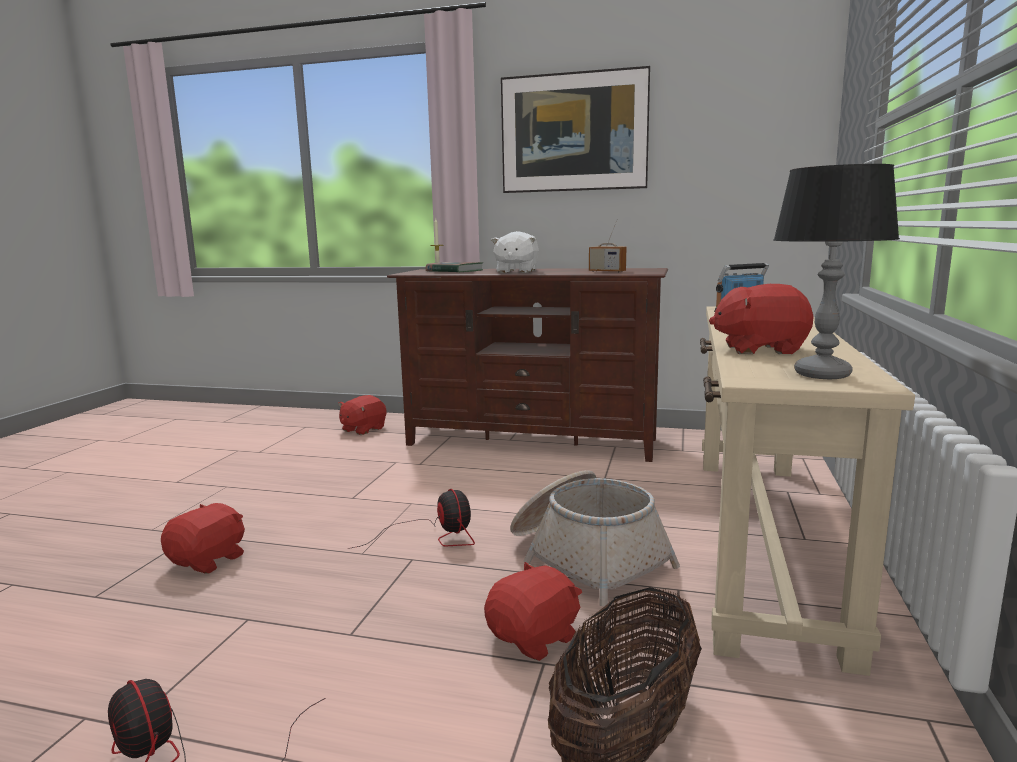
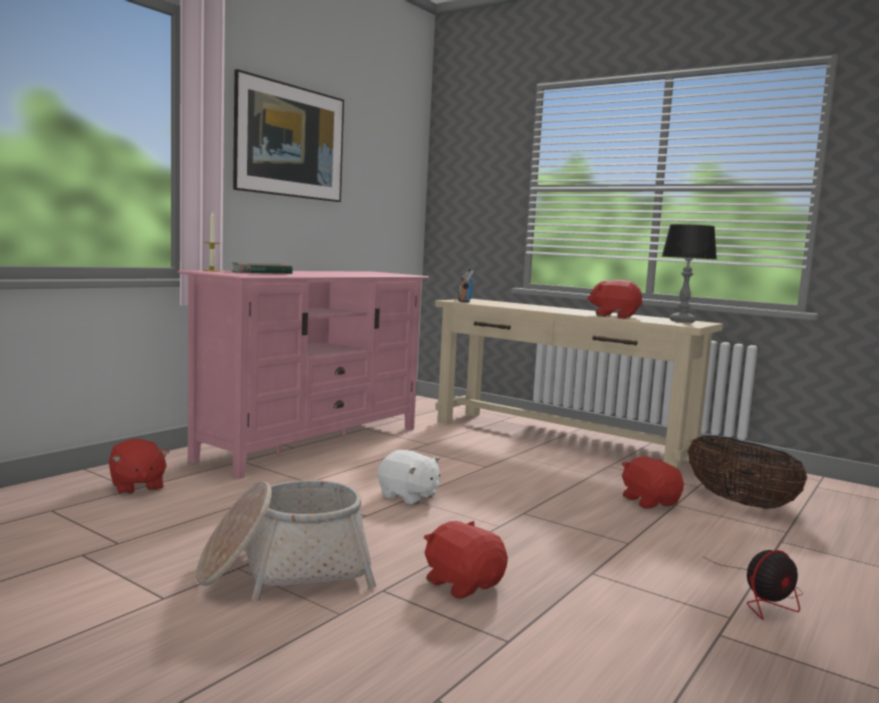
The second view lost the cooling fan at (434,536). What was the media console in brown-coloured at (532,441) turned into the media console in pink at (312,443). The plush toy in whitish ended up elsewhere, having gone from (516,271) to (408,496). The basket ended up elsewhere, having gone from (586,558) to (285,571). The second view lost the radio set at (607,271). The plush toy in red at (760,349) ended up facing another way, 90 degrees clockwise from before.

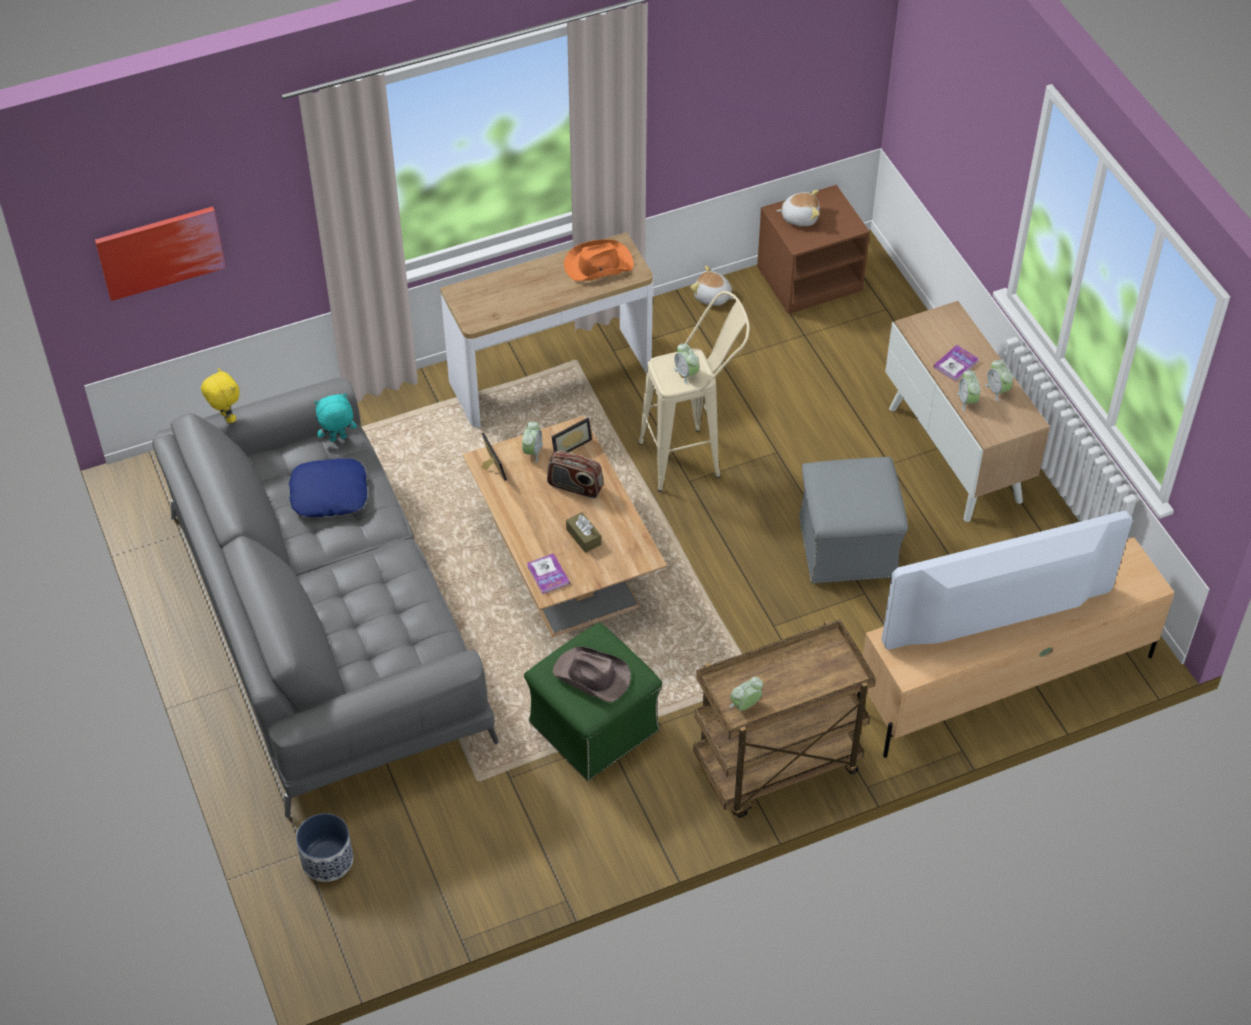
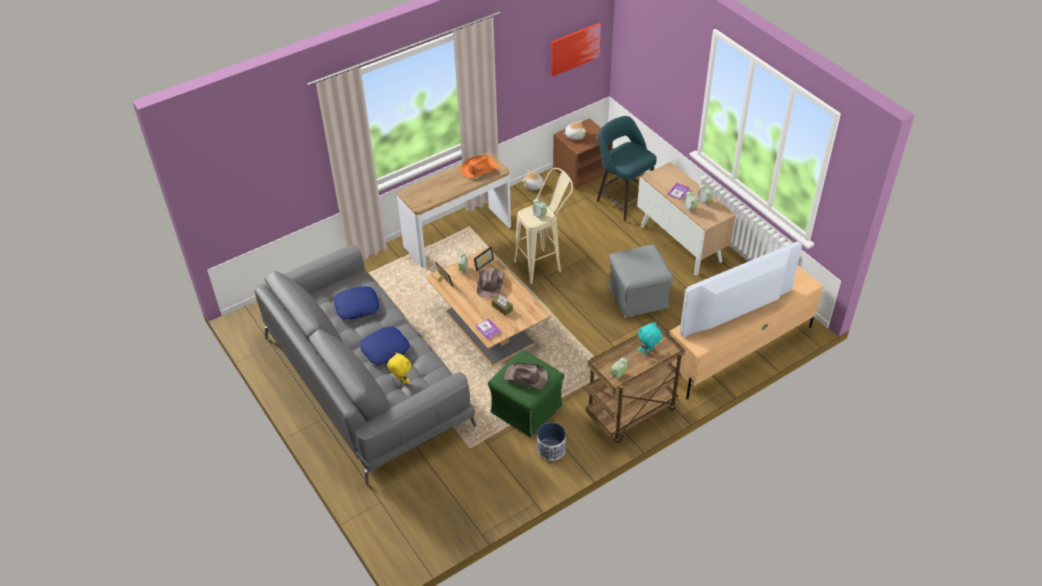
The wall art ended up elsewhere, having gone from (160,252) to (574,48). The plush toy in yellow ended up elsewhere, having gone from (225,418) to (401,381). The flower pot ended up elsewhere, having gone from (327,859) to (551,449). The plush toy in turquoise ended up elsewhere, having gone from (338,439) to (648,351). Where the radio set stood at (575,486), the clothing hat in brown-coloured came to stand at (491,283). The second view gained the pillow in blue-coloured at (385,349). The second view gained the stool seat in turquoise at (623,200).

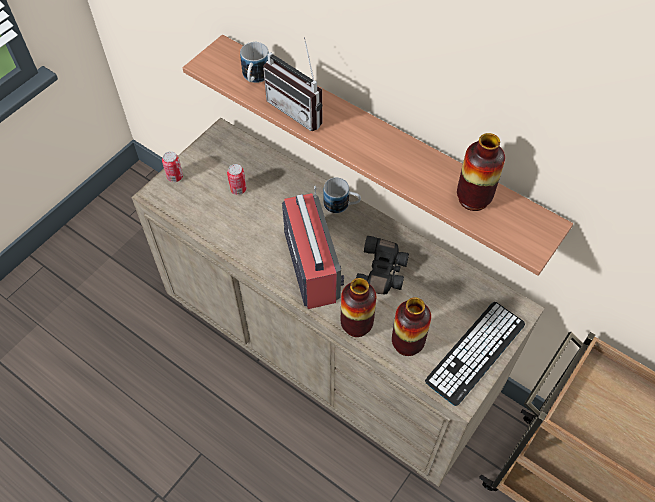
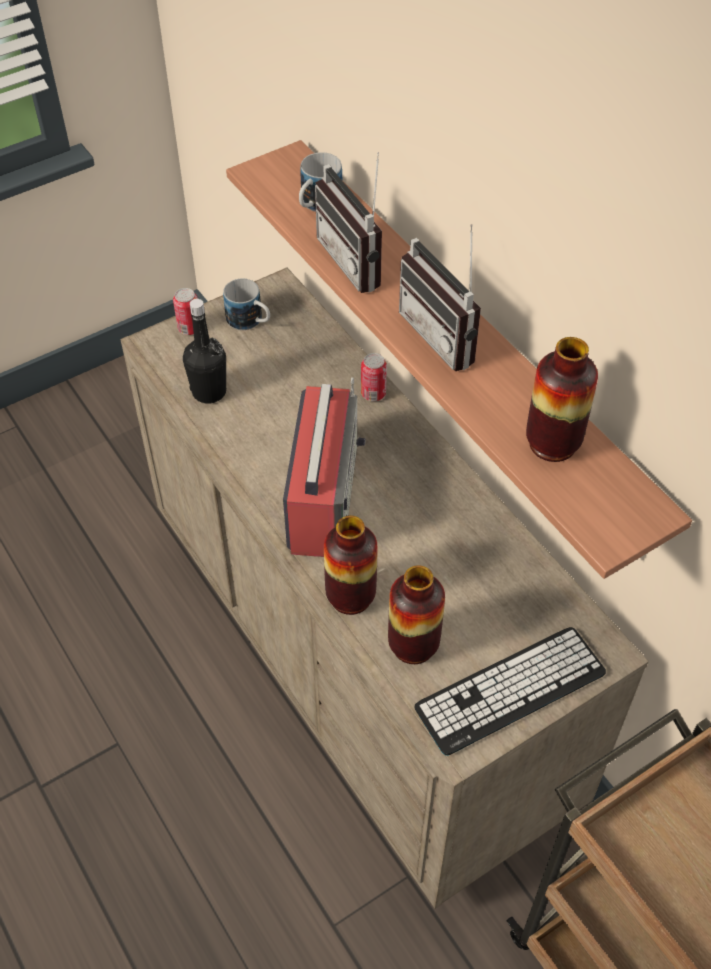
The can ended up elsewhere, having gone from (238,189) to (373,394). The tea mug ended up elsewhere, having gone from (342,205) to (250,322). The second view lost the pair of binoculars in blackish at (382,272). The second view gained the beverage bottle in blackish at (209,392). The second view gained the radio set at (447,335).

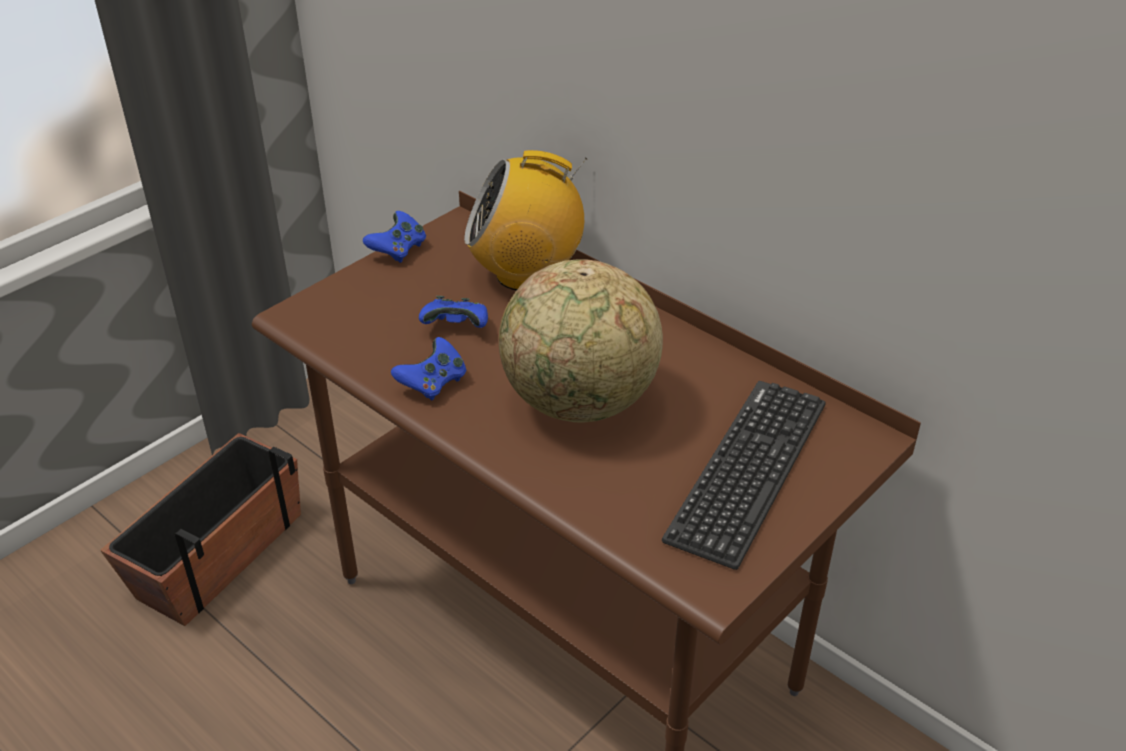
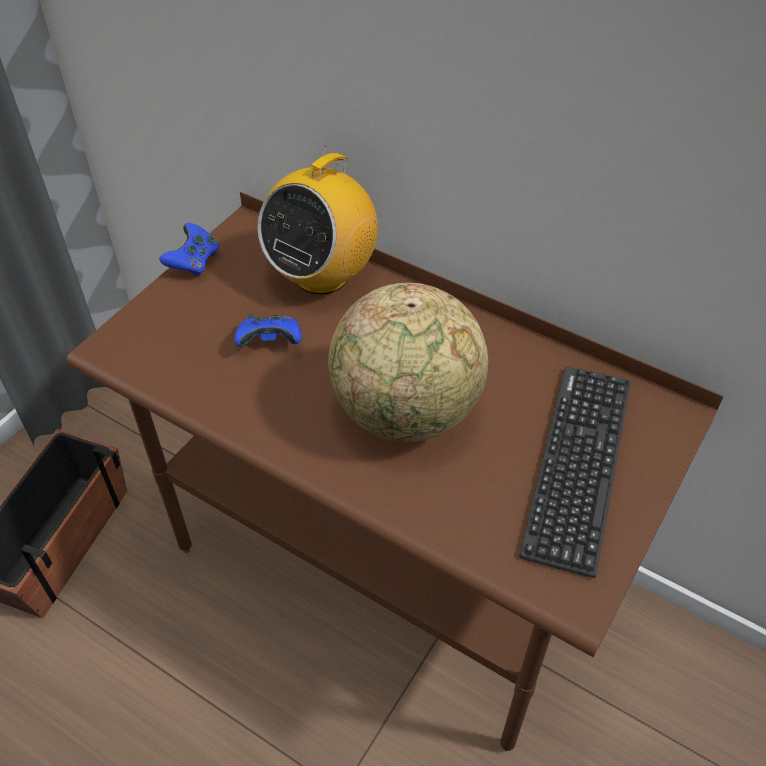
The second view lost the gamepad in blue-coloured at (433,384). The radio set at (525,274) ended up facing another way, 45 degrees counterclockwise from before.

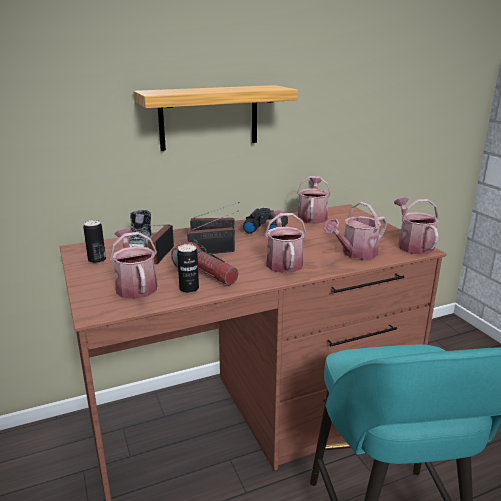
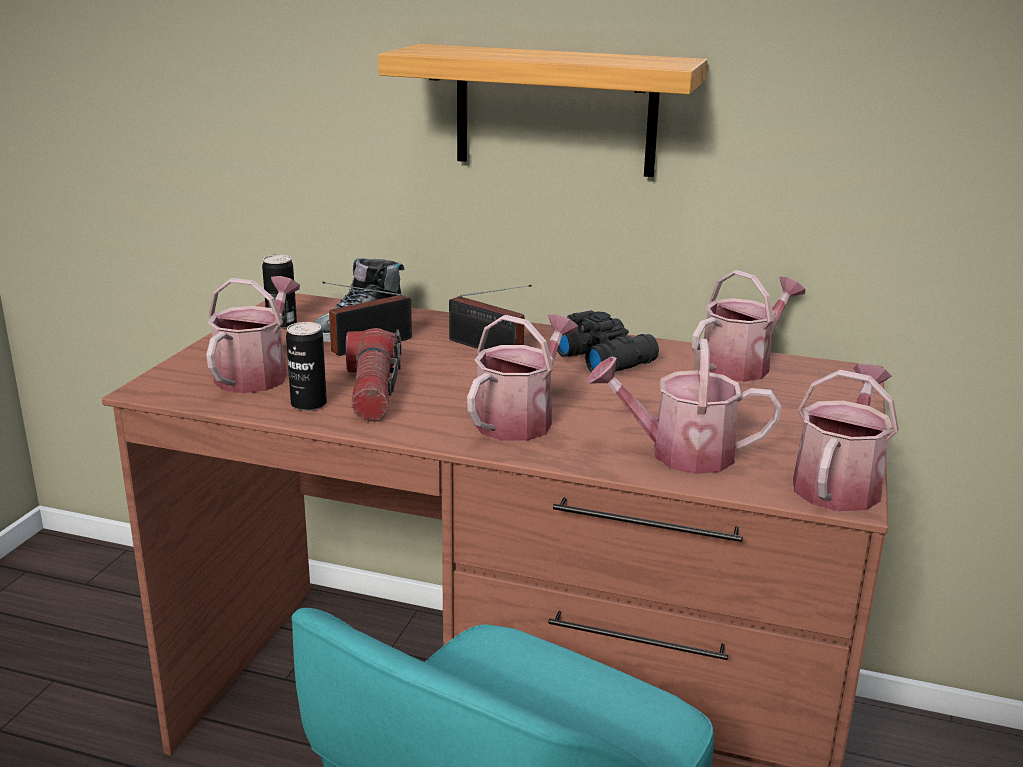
The second view lost the radio set at (214,252).

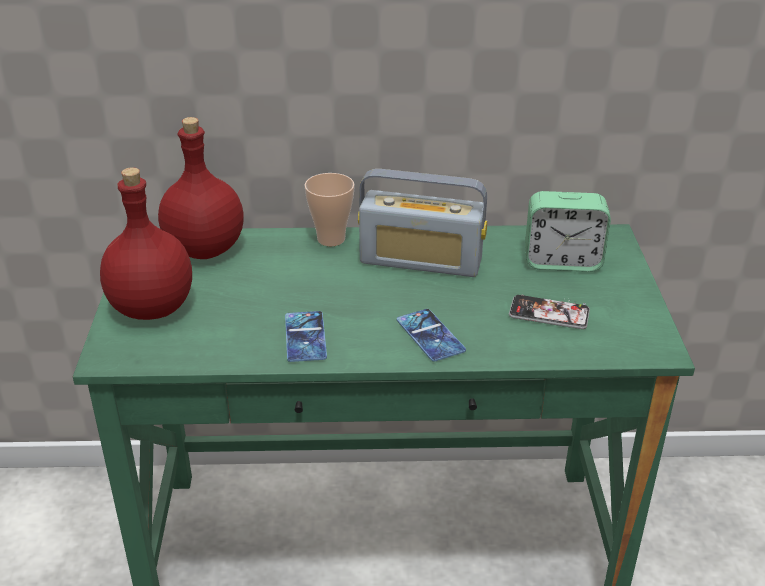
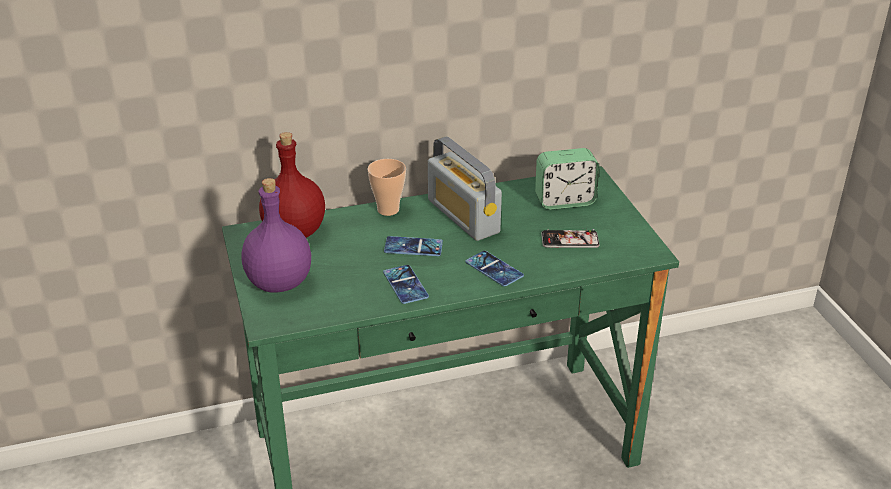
What was the beverage bottle in red at (153,308) turned into the beverage bottle in purple at (280,283). The radio set at (421,261) ended up facing another way, 60 degrees clockwise from before. The second view gained the handset at (413,247).

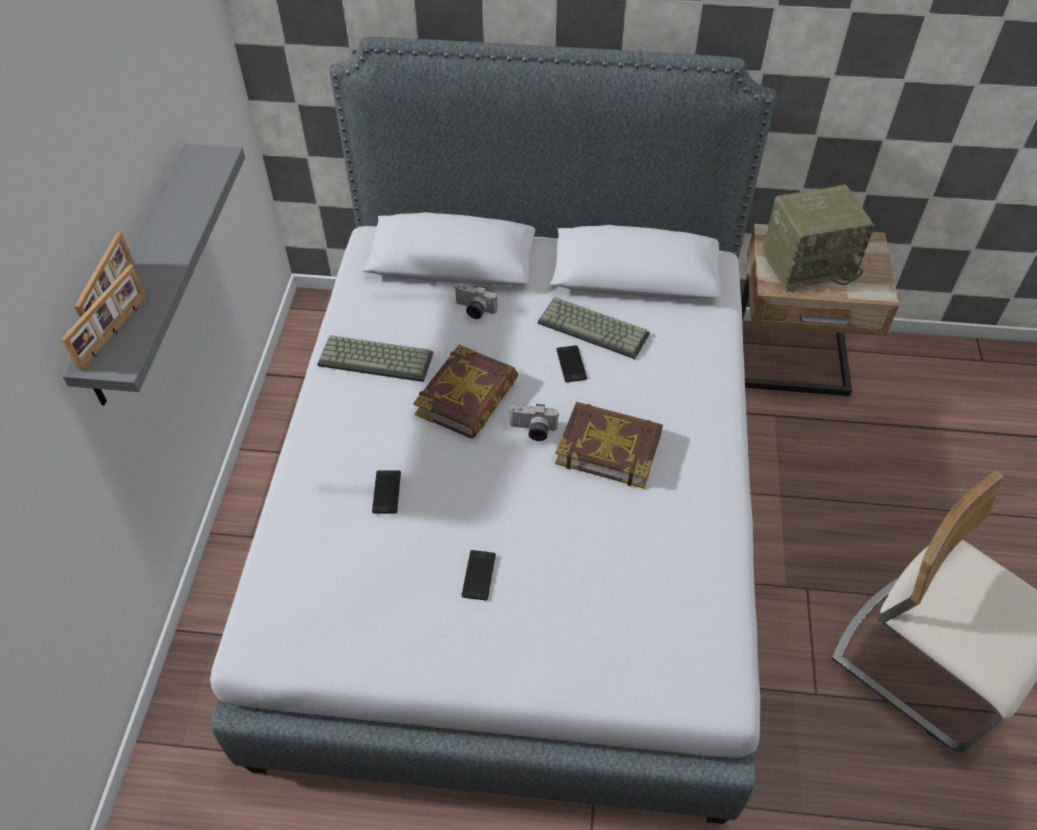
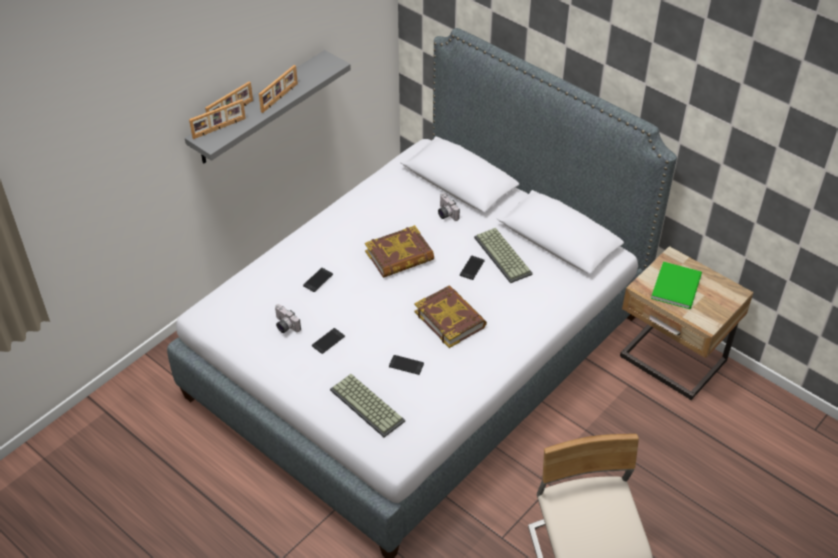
The keyboard ended up elsewhere, having gone from (377,358) to (368,405). The still camera ended up elsewhere, having gone from (532,431) to (284,326). Where the radio set stood at (808,264), the volume in greenish came to stand at (678,286). The second view gained the photo frame at (280,98). The second view gained the handset at (406,365).

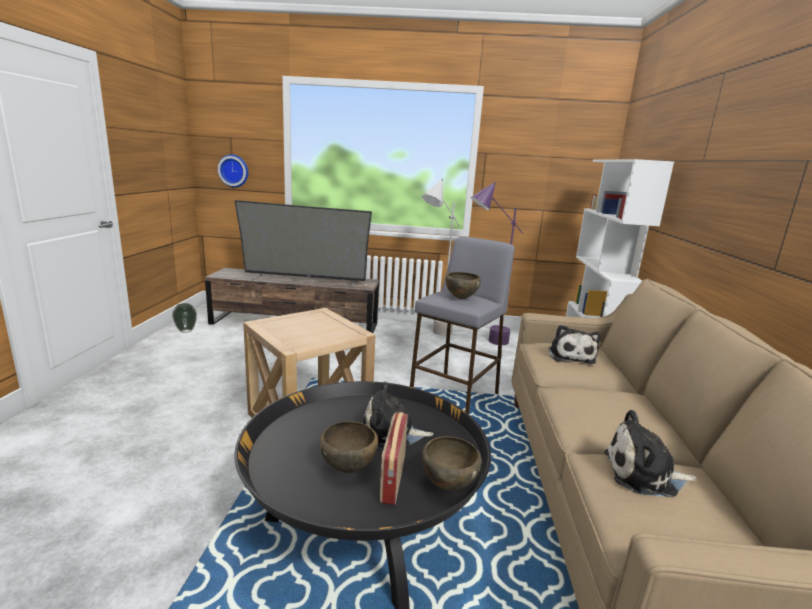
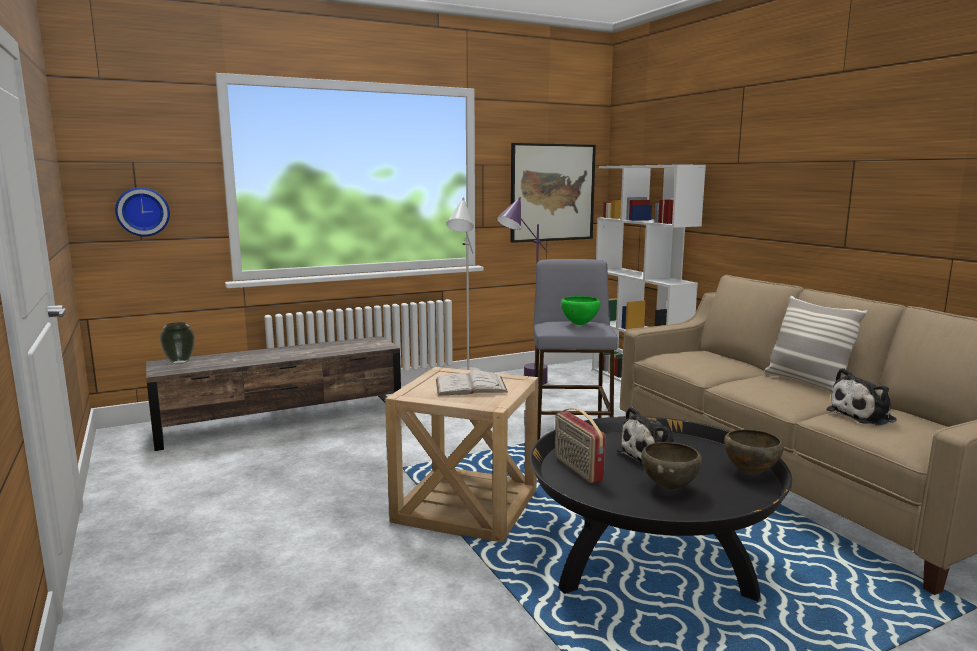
The flower vase ended up elsewhere, having gone from (186,331) to (180,362). The second view lost the TV set at (304,280). The radio set ended up elsewhere, having gone from (392,478) to (577,469). What was the serving bowl in brown-coloured at (460,298) turned into the serving bowl in greenish at (579,324). The second view lost the plush toy at (570,356). The second view gained the volume in whitish at (470,386). The second view gained the wall art at (552,192). The second view gained the pillow at (806,383).

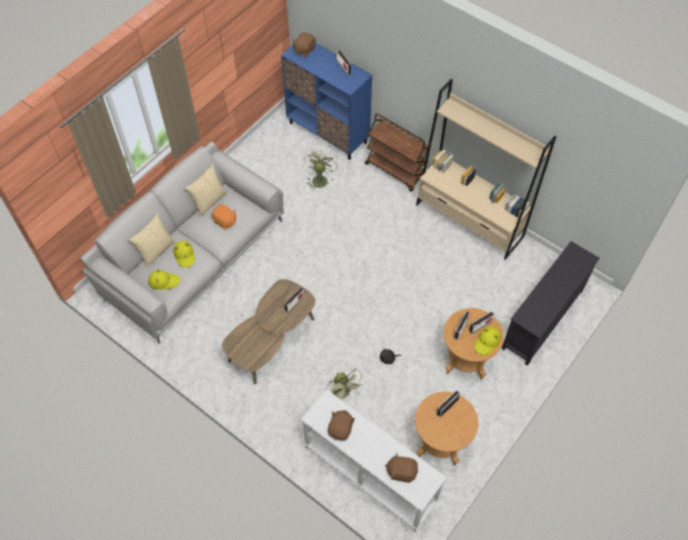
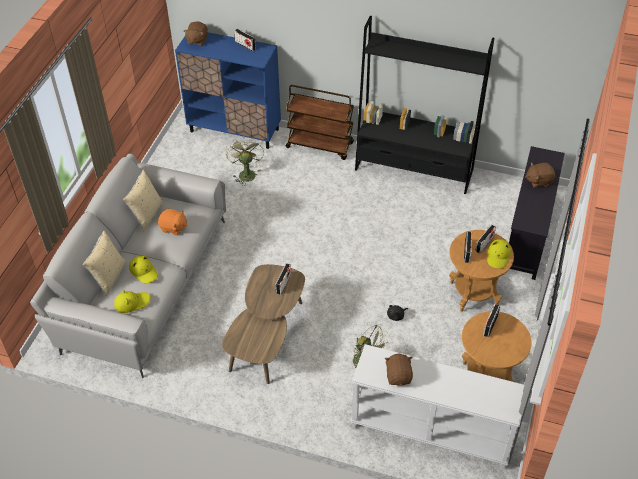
The plush toy in brown-coloured ended up elsewhere, having gone from (401,471) to (538,181). What was the bookcase in beige-coloured at (469,221) turned into the bookcase in blackish at (414,170).

